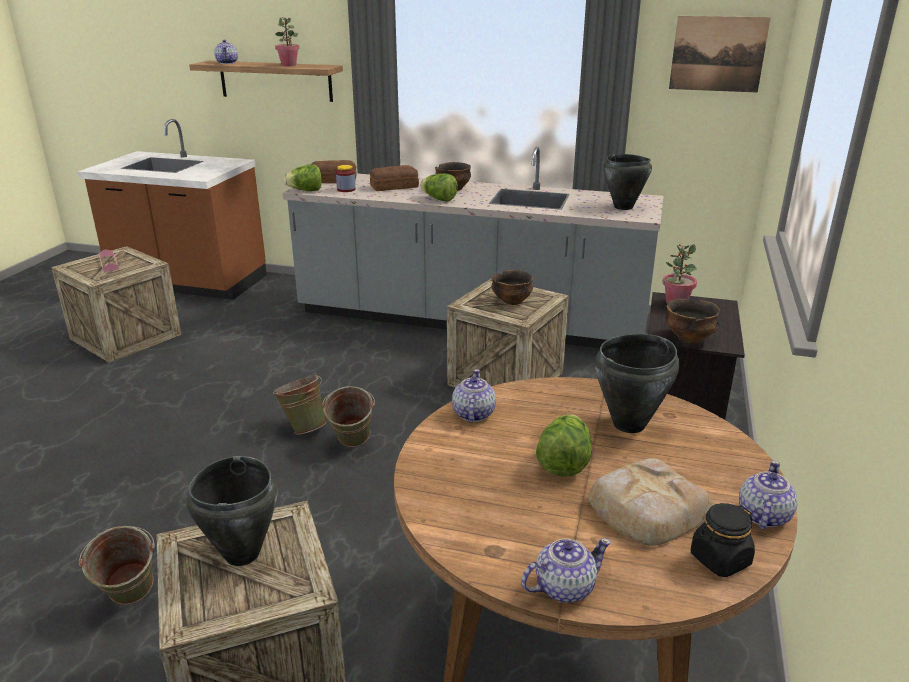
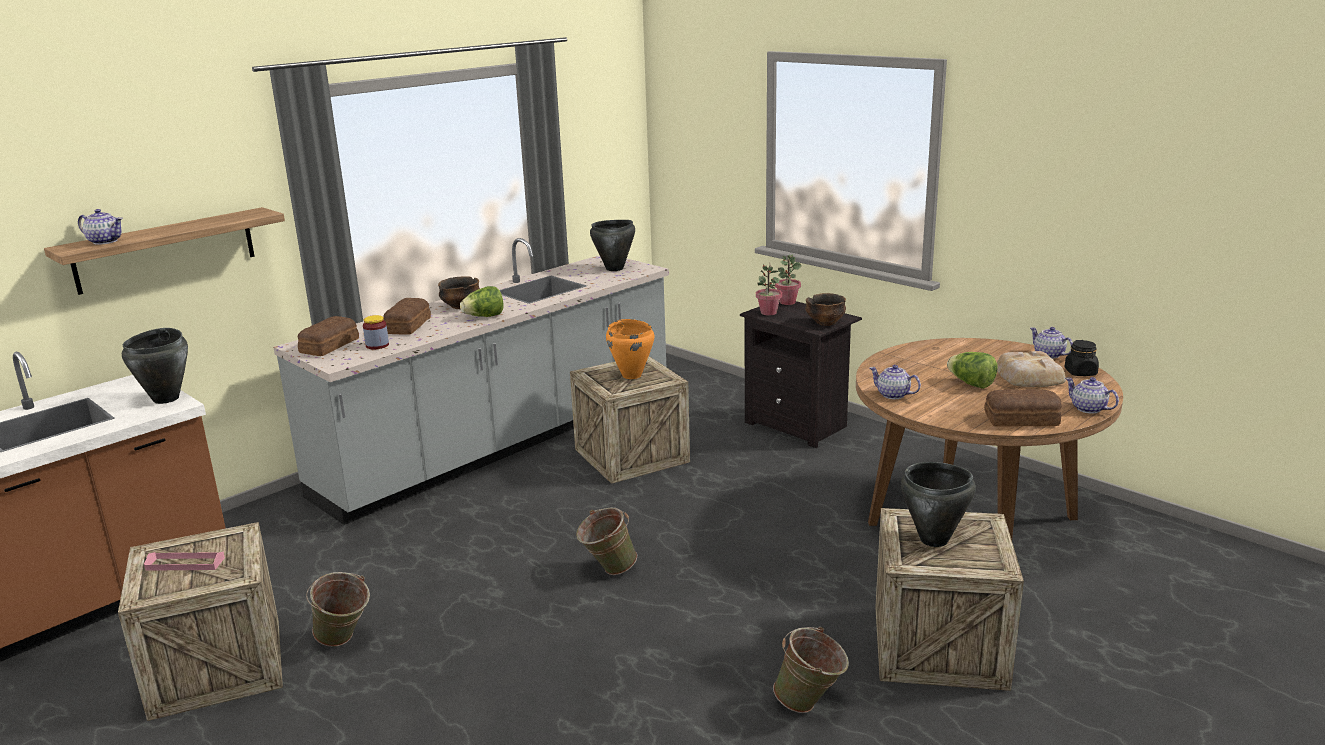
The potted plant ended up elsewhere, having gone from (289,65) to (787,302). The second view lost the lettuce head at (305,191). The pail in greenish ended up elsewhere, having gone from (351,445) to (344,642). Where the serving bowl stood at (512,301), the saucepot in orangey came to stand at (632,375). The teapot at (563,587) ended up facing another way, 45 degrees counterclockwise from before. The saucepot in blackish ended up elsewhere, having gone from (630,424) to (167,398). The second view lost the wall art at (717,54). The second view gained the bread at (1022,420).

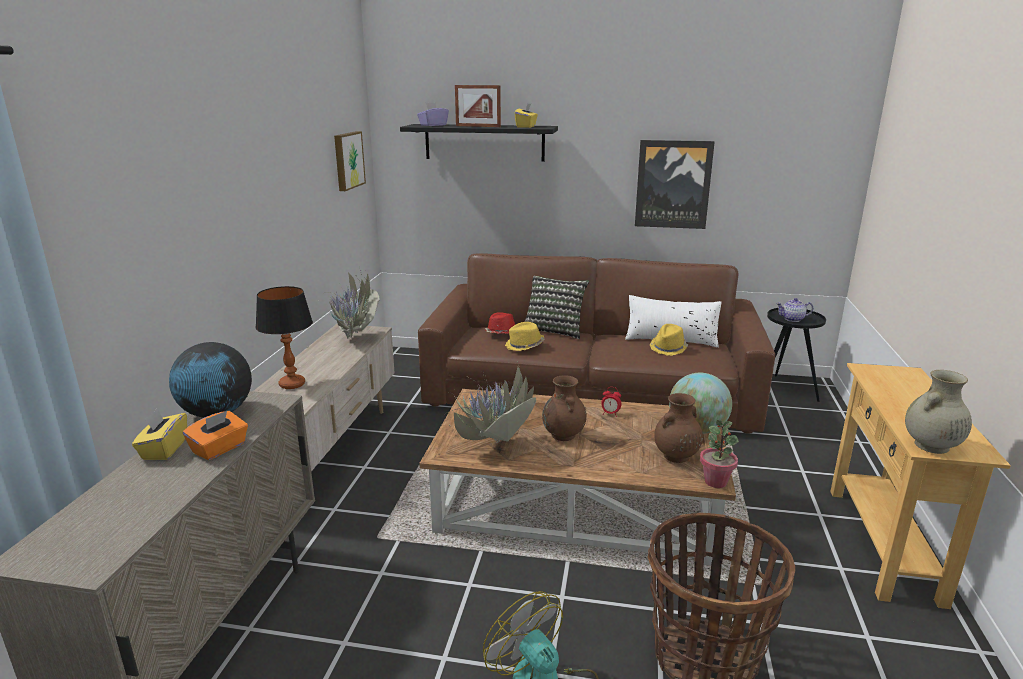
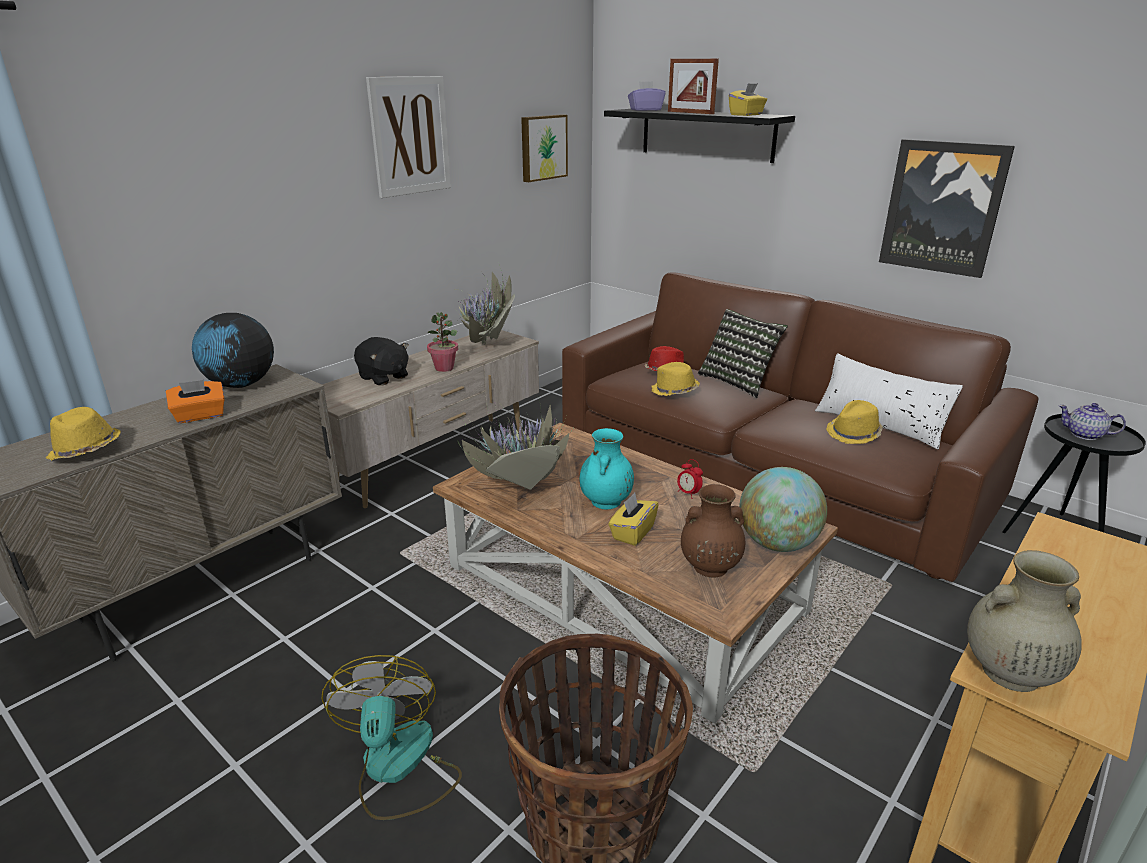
The tissue box in yellow ended up elsewhere, having gone from (164,449) to (632,532). Where the tabletop lamp stood at (292,384), the plush toy in blackish came to stand at (383,377). What was the flower vase in brown-coloured at (563,435) turned into the flower vase in turquoise at (606,502). The potted plant ended up elsewhere, having gone from (715,481) to (444,368). The second view gained the clothing hat in yellow at (86,451). The second view gained the wall art at (410,136).

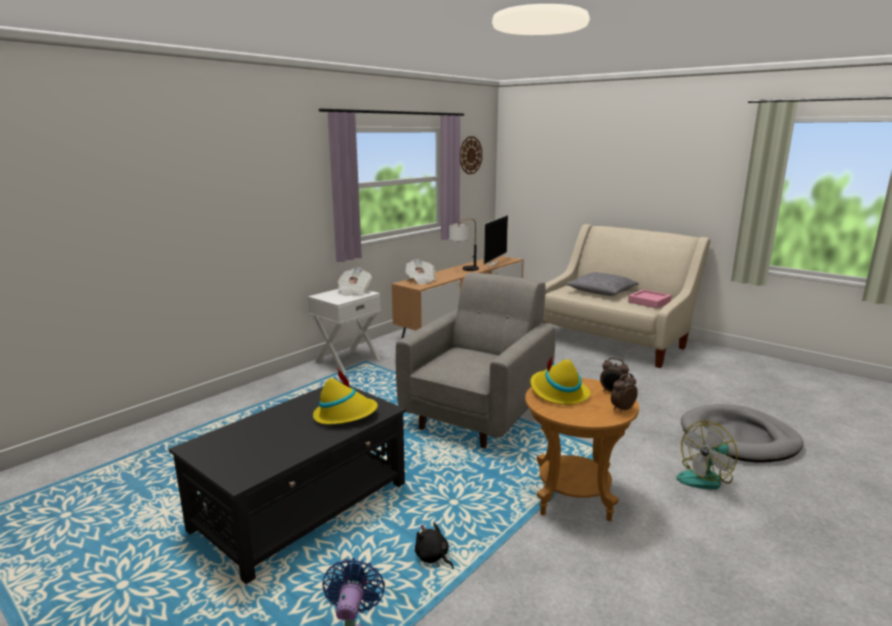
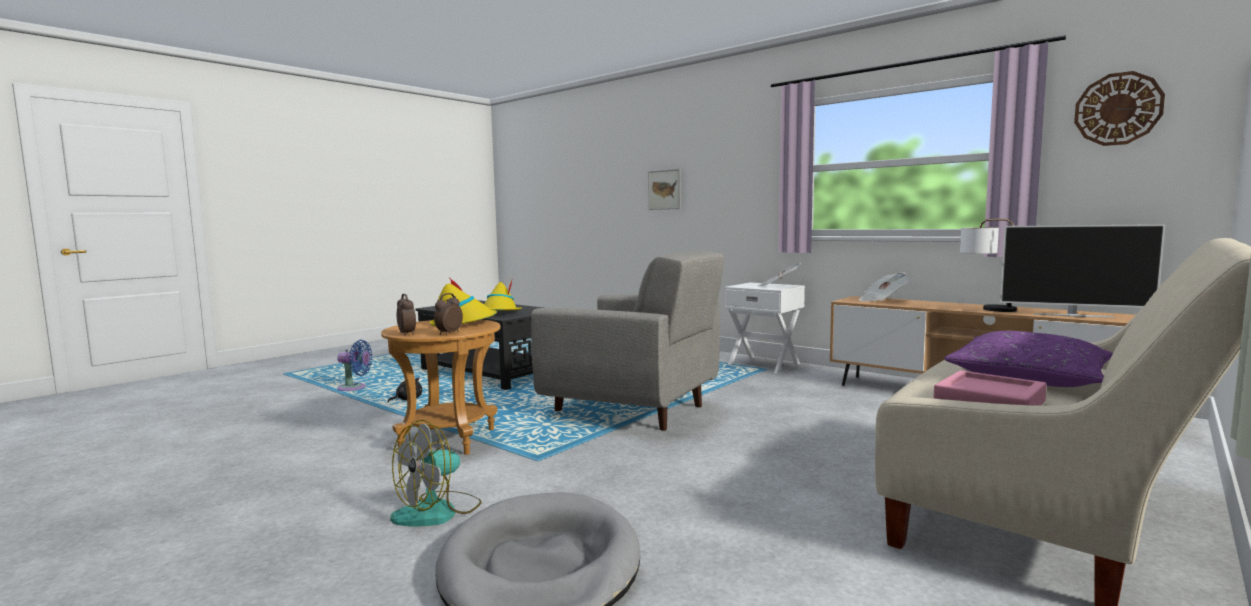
What was the pillow in grey at (601,291) turned into the pillow in purple at (1028,376). The cooling fan at (705,478) ended up facing another way, 105 degrees counterclockwise from before. The second view gained the wall art at (664,190).

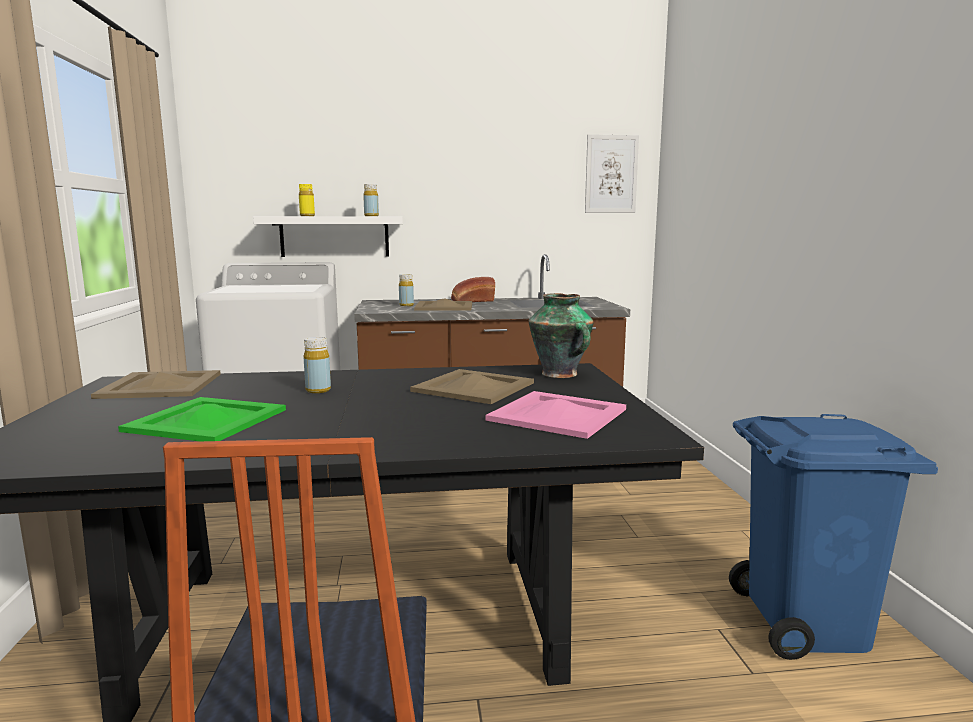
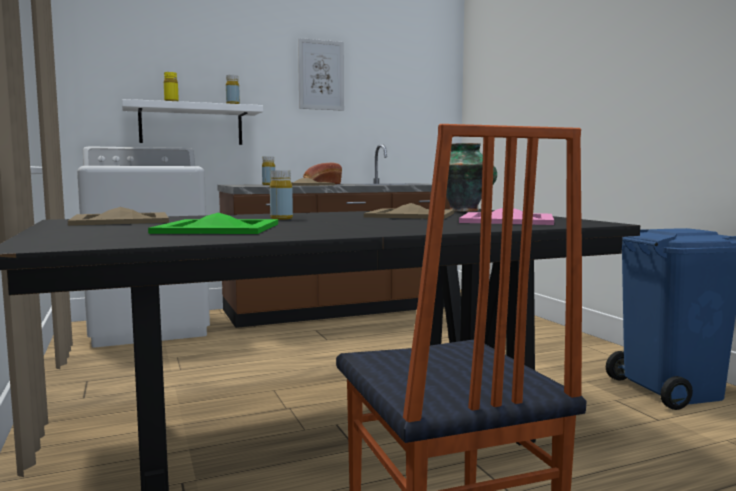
The wall art ended up elsewhere, having gone from (611,174) to (321,75).

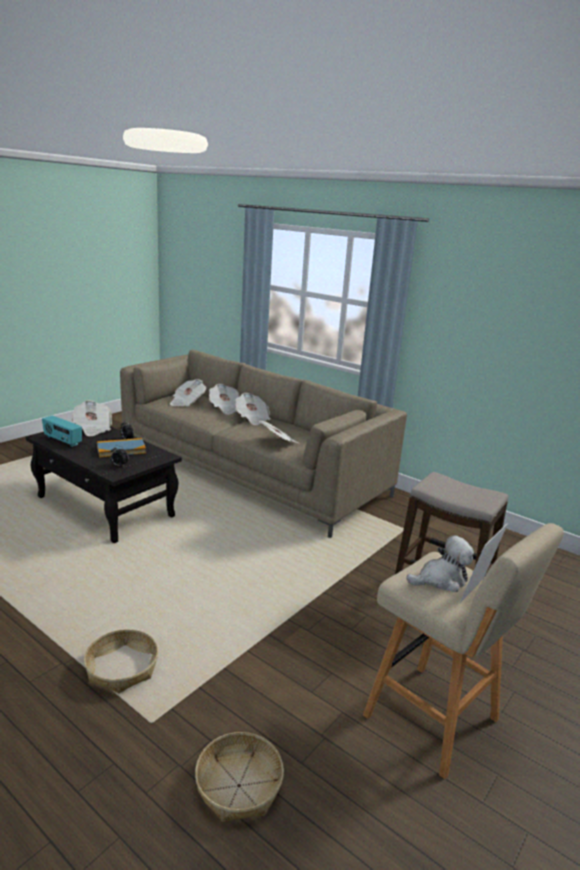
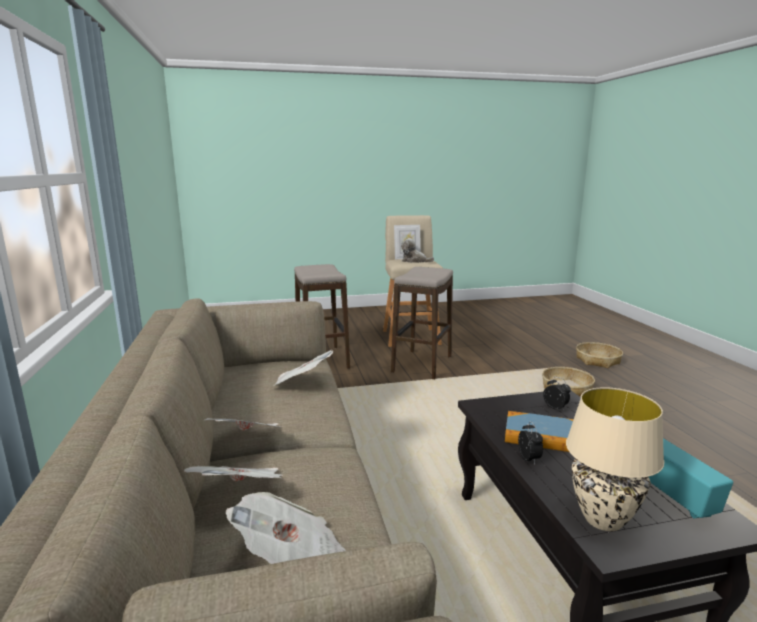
Where the printed paper stood at (93,428), the tabletop lamp in beige-coloured came to stand at (602,518). The basket ended up elsewhere, having gone from (238,786) to (597,360). The second view gained the stool seat at (422,364).

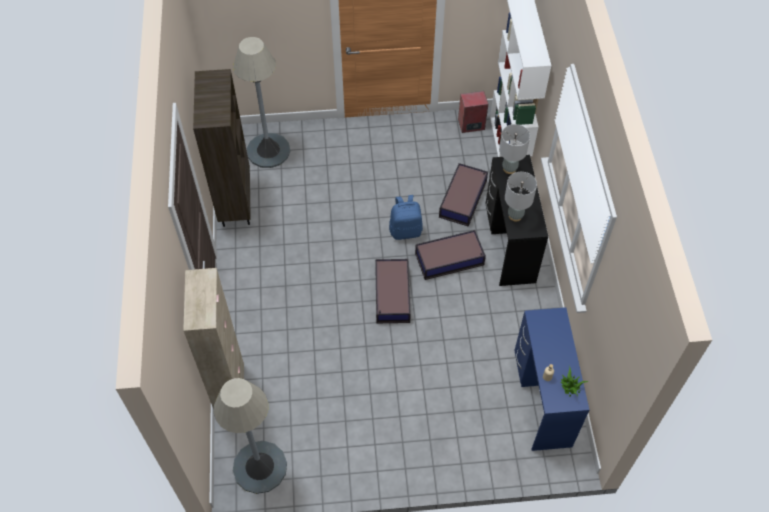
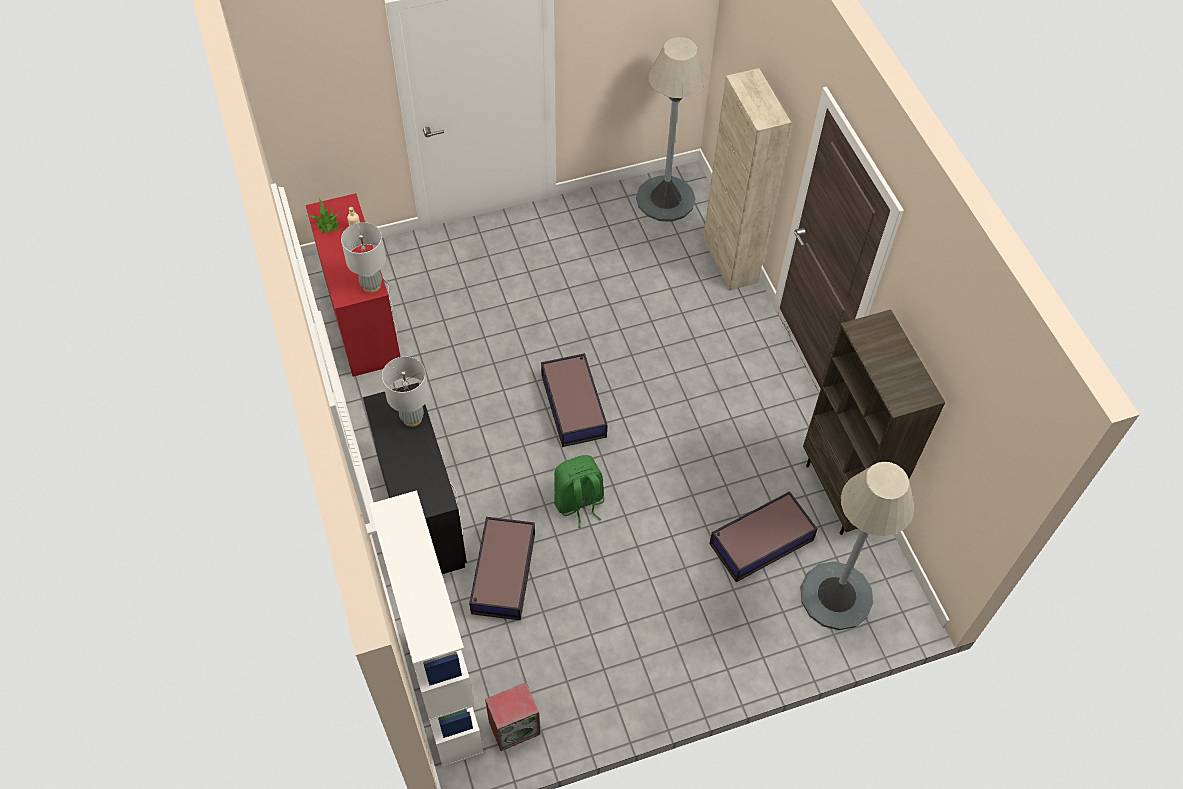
What was the backpack in blue-coloured at (405,230) turned into the backpack in greenish at (579,502). The storage container ended up elsewhere, having gone from (450,259) to (760,542). The tabletop lamp in grey ended up elsewhere, having gone from (509,169) to (371,285). What was the desk unit in blue-coloured at (542,399) turned into the desk unit in red at (361,319).

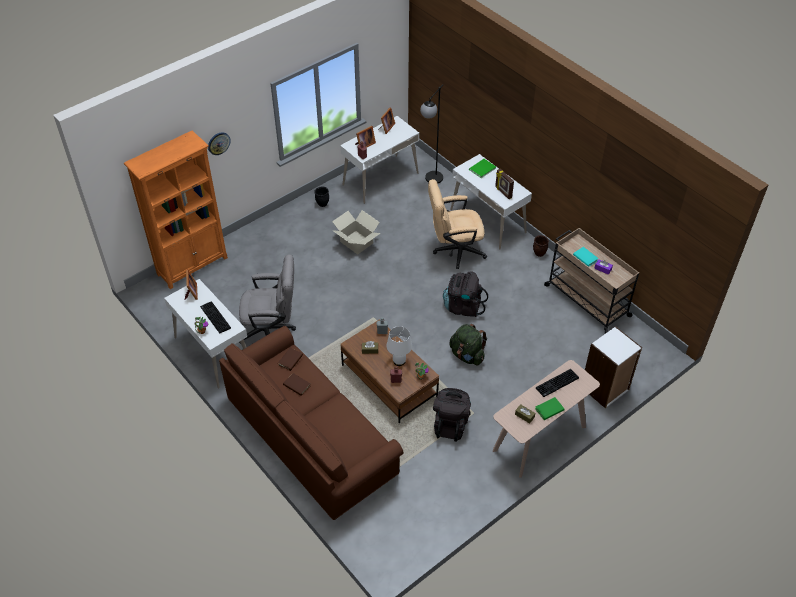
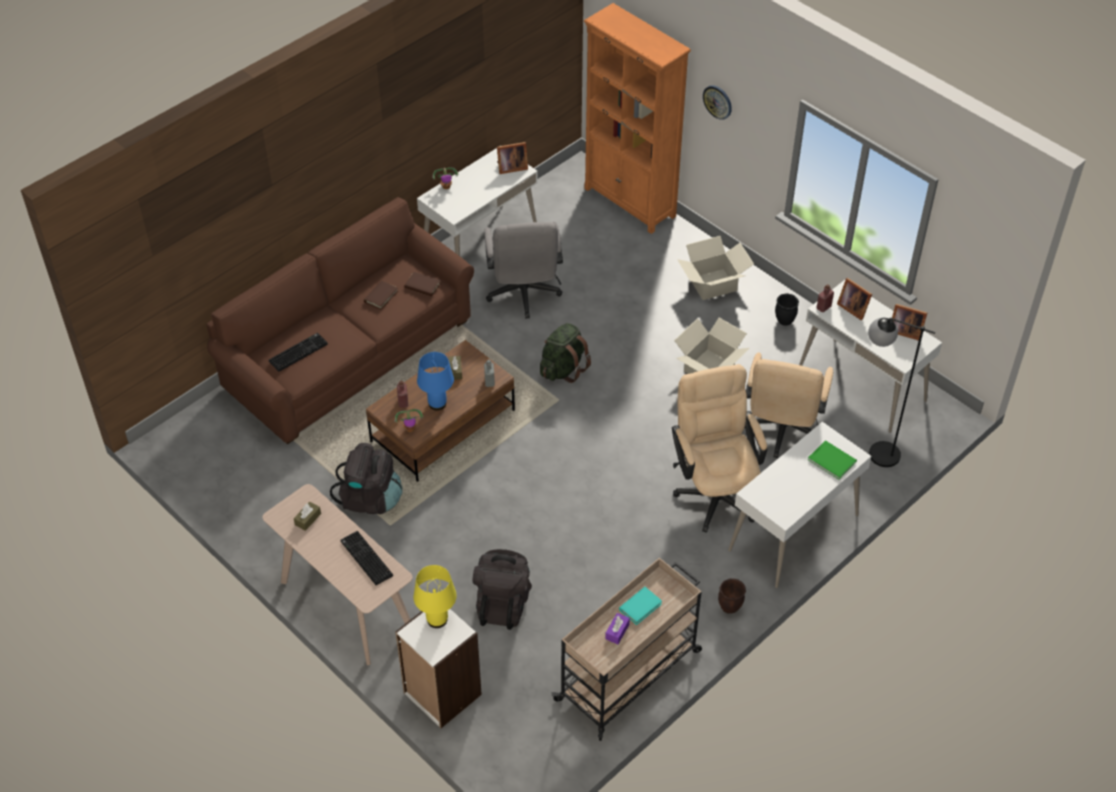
The keyboard ended up elsewhere, having gone from (214,317) to (298,352). What was the tabletop lamp in whitish at (399,361) turned into the tabletop lamp in blue-coloured at (437,403). The backpack in blackish ended up elsewhere, having gone from (463,307) to (503,604). The backpack in greenish ended up elsewhere, having gone from (467,355) to (563,369). The second view lost the photo frame at (503,192). The second view lost the volume in greenish at (549,410). The second view gained the tabletop lamp in yellow at (436,620). The second view gained the packing box at (713,284). The second view gained the computer chair in beige-coloured at (781,432).

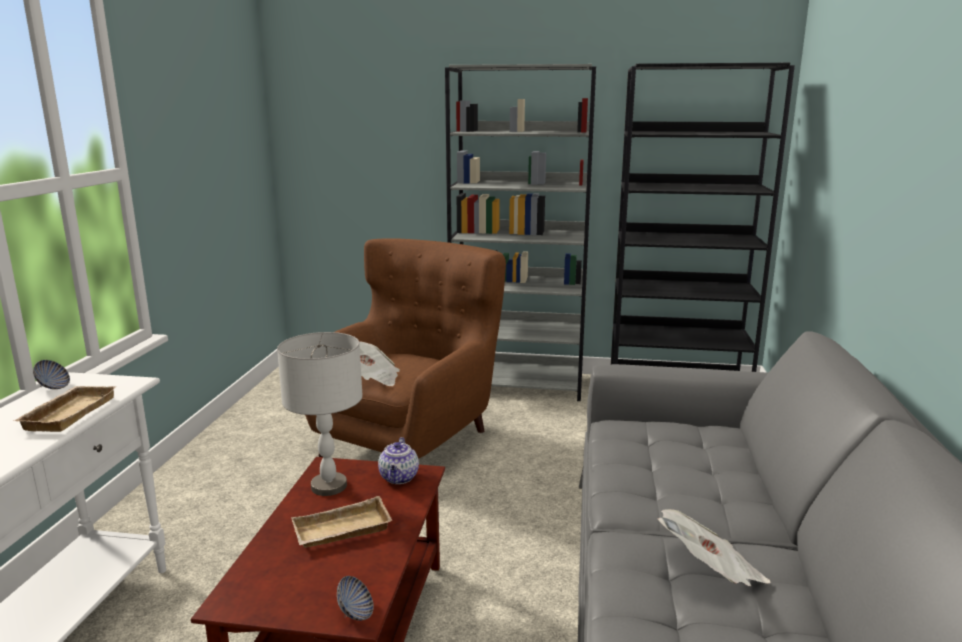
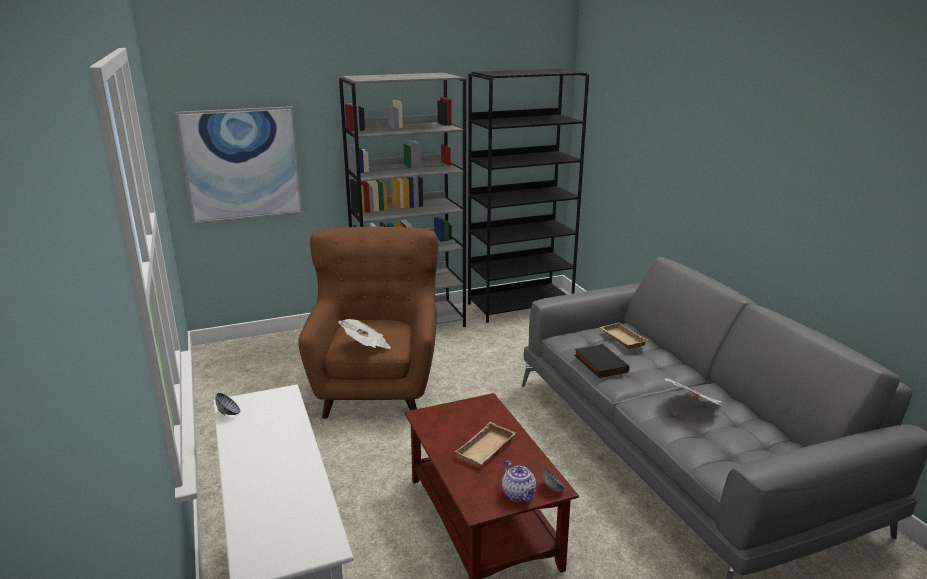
The carrying tray in beige-coloured ended up elsewhere, having gone from (68,413) to (621,339). The second view lost the tabletop lamp in grey at (329,486). The teapot ended up elsewhere, having gone from (399,478) to (519,495). The second view gained the wall art at (242,164). The second view gained the volume in blackish at (599,364).

